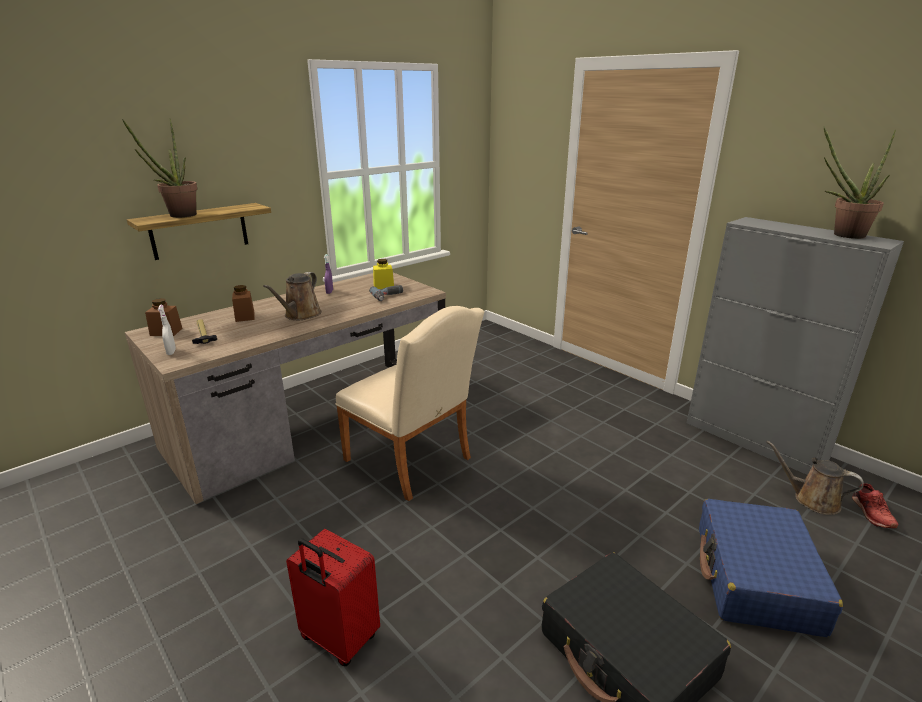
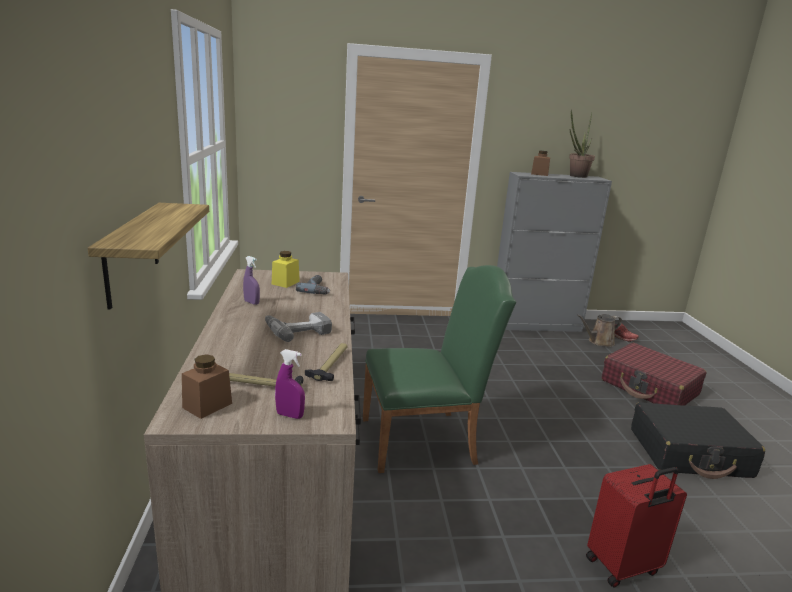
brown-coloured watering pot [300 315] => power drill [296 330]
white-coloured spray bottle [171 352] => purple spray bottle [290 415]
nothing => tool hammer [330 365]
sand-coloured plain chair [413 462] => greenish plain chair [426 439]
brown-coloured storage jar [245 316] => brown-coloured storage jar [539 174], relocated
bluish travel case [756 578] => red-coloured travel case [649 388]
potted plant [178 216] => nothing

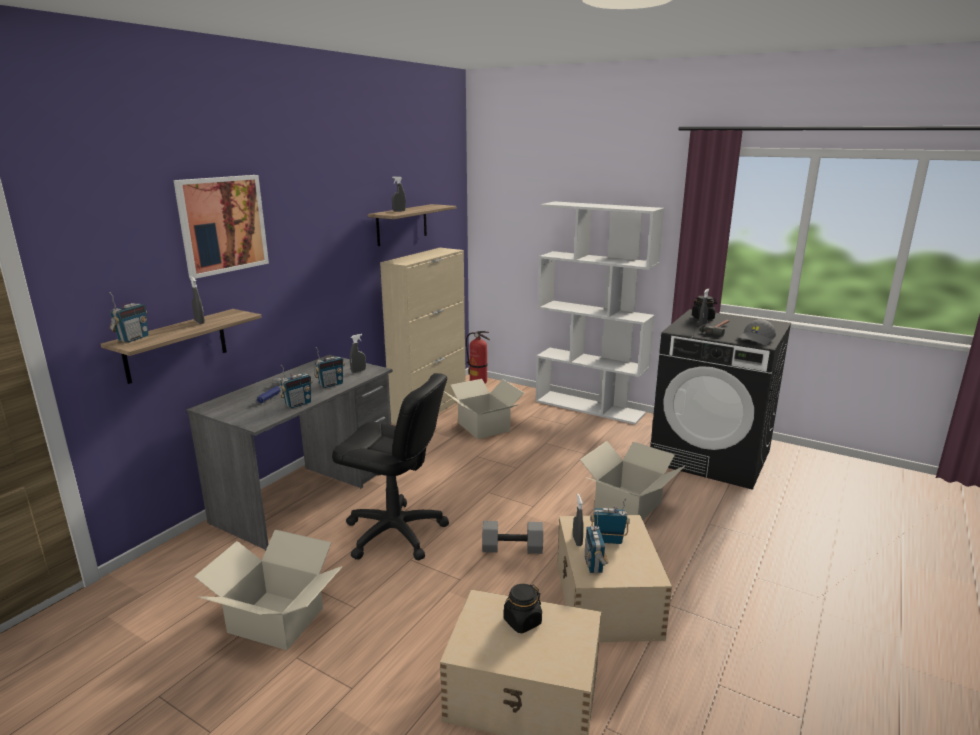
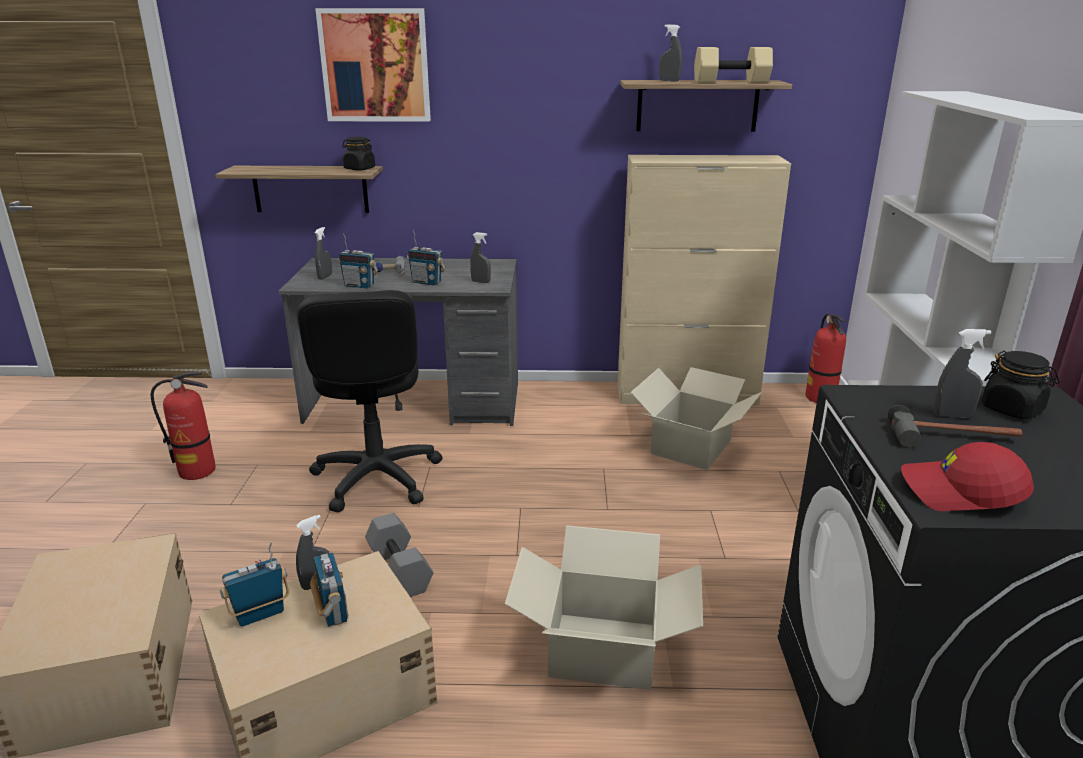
cardboard box [276 619] => fire extinguisher [197 471]
grey spray bottle [199 322] => grey spray bottle [325 277], relocated
blackish storage jar [522 622] => blackish storage jar [359 169], relocated
nothing => sand-coloured dumbbell [730 82]
grey baseball cap [756 339] => red-coloured baseball cap [961 493]
radio set [133 339] => nothing

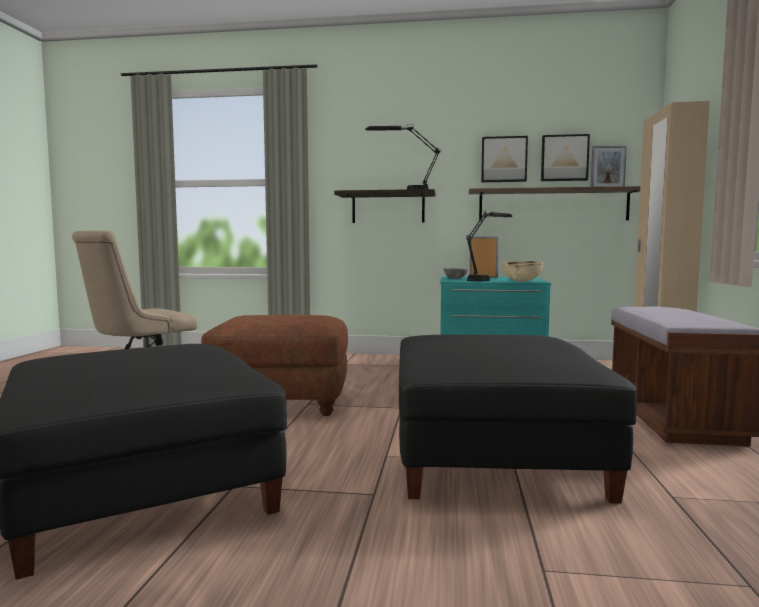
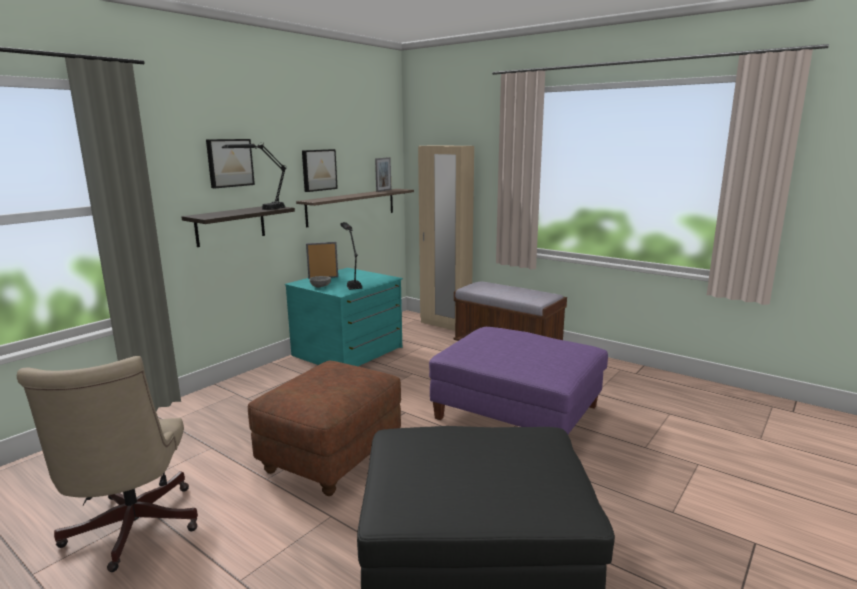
picture [564 158] => picture [229 163], relocated
blackish pouffe [494 455] => purple pouffe [518 412]
sand-coloured serving bowl [522 281] => nothing

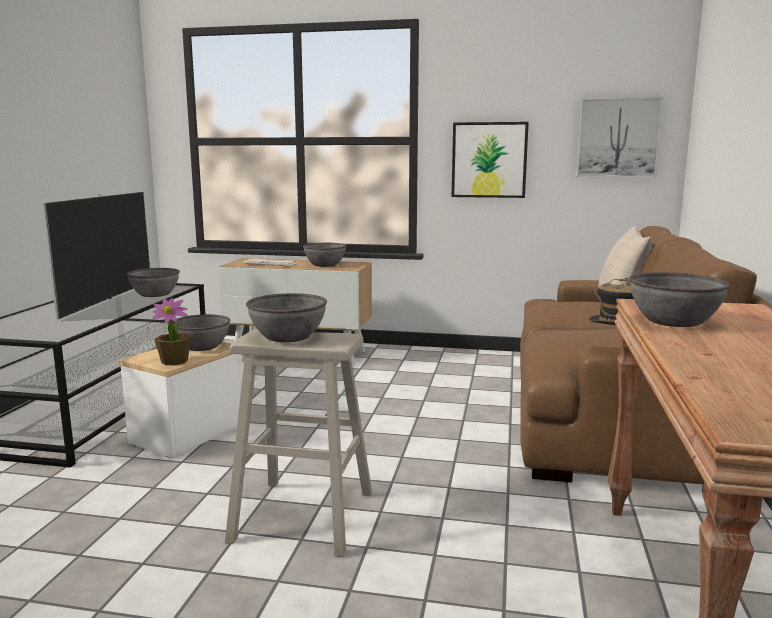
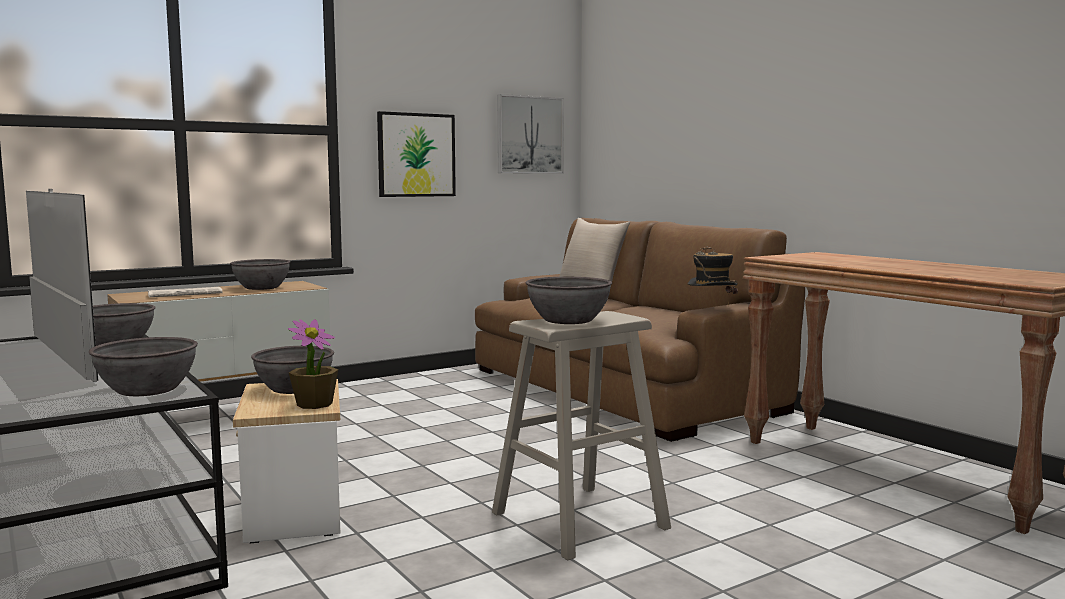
grey serving bowl [673 321] => grey serving bowl [147 390], relocated

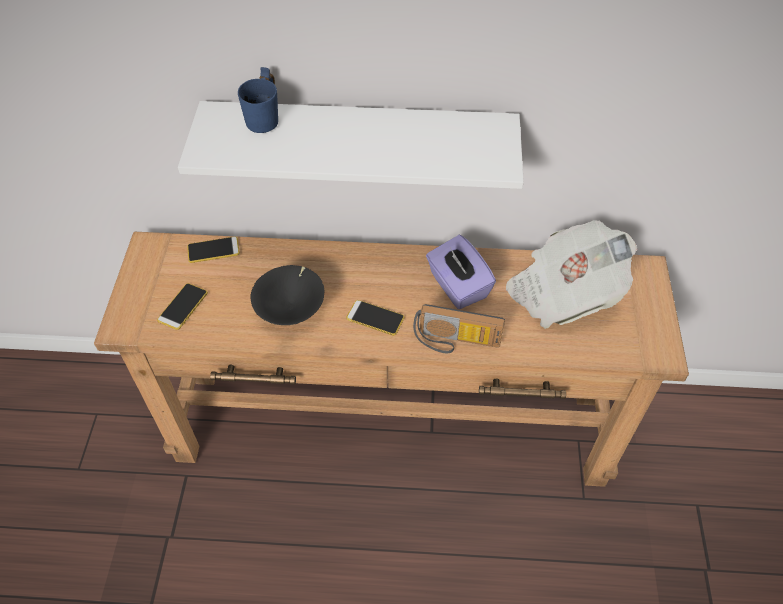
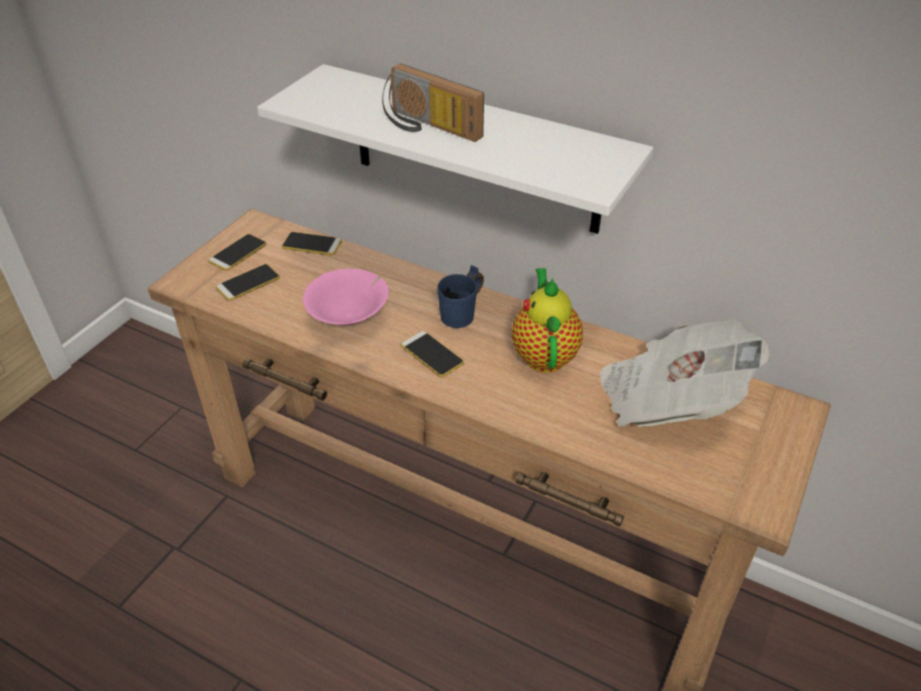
nothing => handset [238 253]
blackish serving bowl [291 309] => pinkish serving bowl [350 318]
radio set [455 342] => radio set [427 127], relocated
bluish tea mug [268 120] => bluish tea mug [465 316], relocated
purple box of tissues [457 286] => tea pot [544 354]

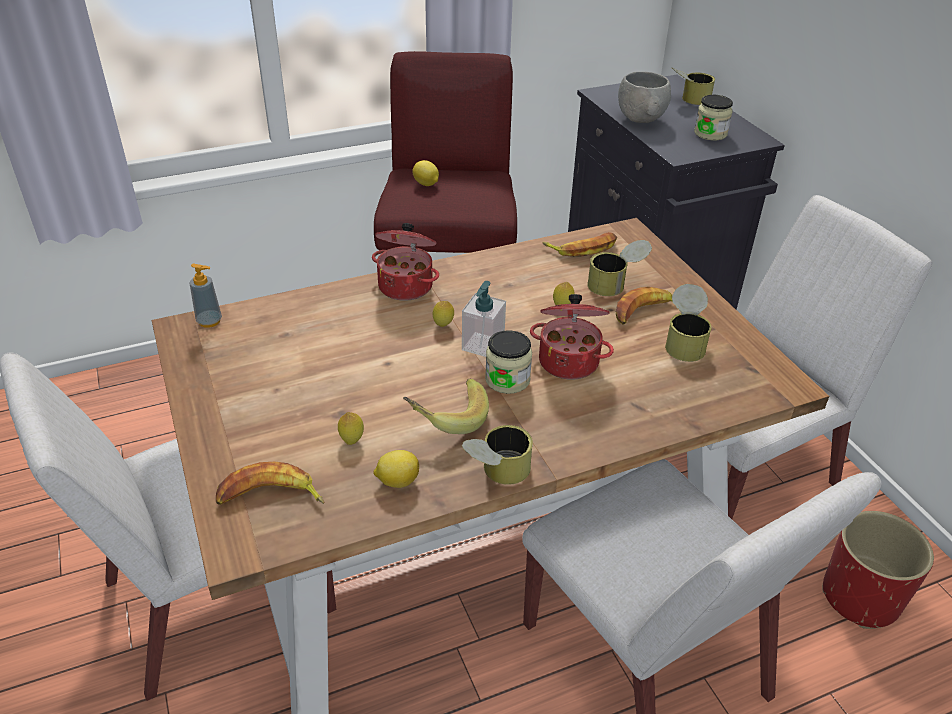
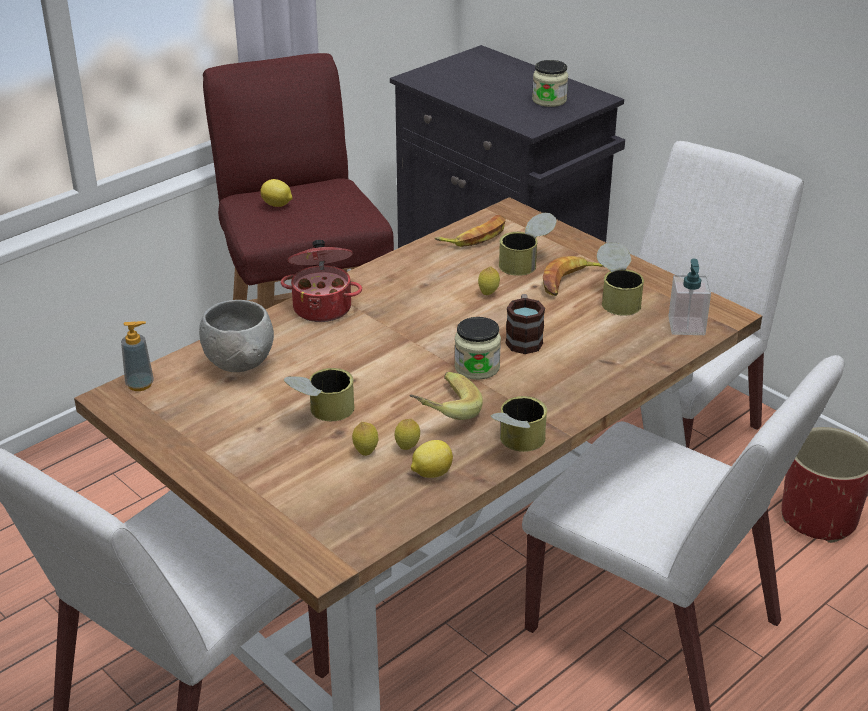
grey serving bowl [641 121] => grey serving bowl [240 366], relocated
sealed can [688 100] => sealed can [320 413], relocated
lemon [443 326] => lemon [407 448], relocated
cooking pot [569 361] => tea mug [523 338]
soap dispenser [483 345] => soap dispenser [686 326], relocated
whole banana [270 496] => nothing

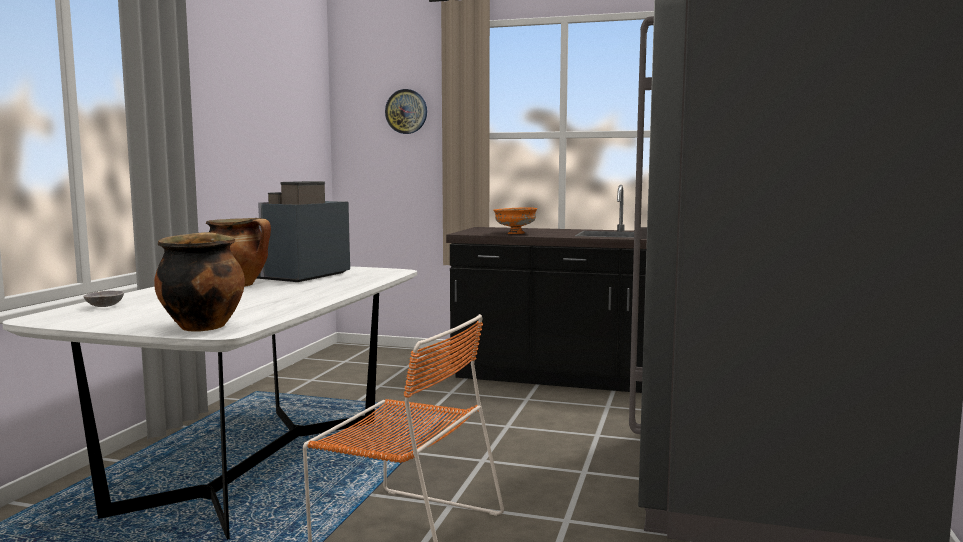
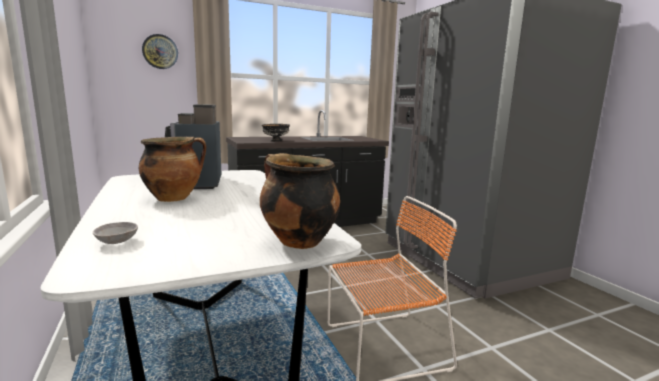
orange serving bowl [515 233] => blackish serving bowl [276 140]

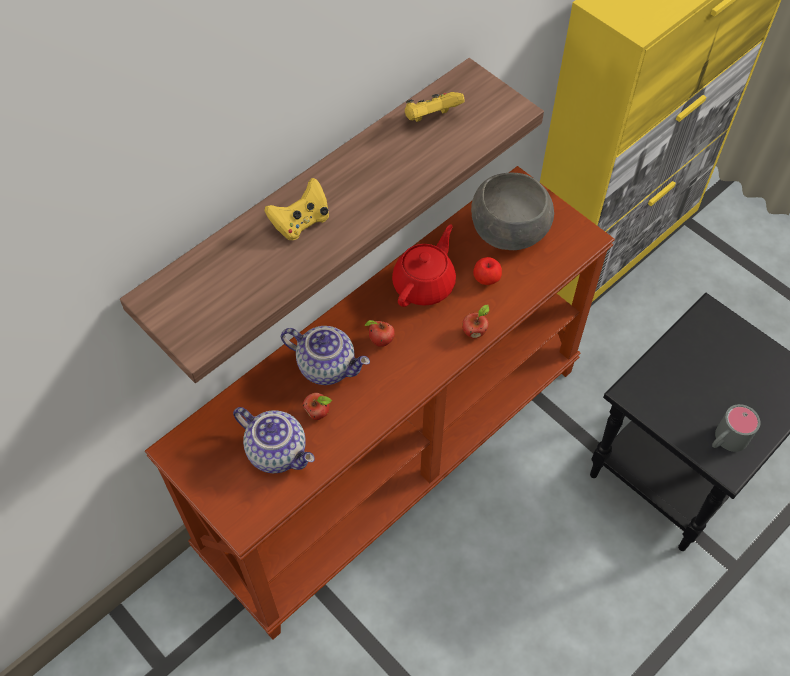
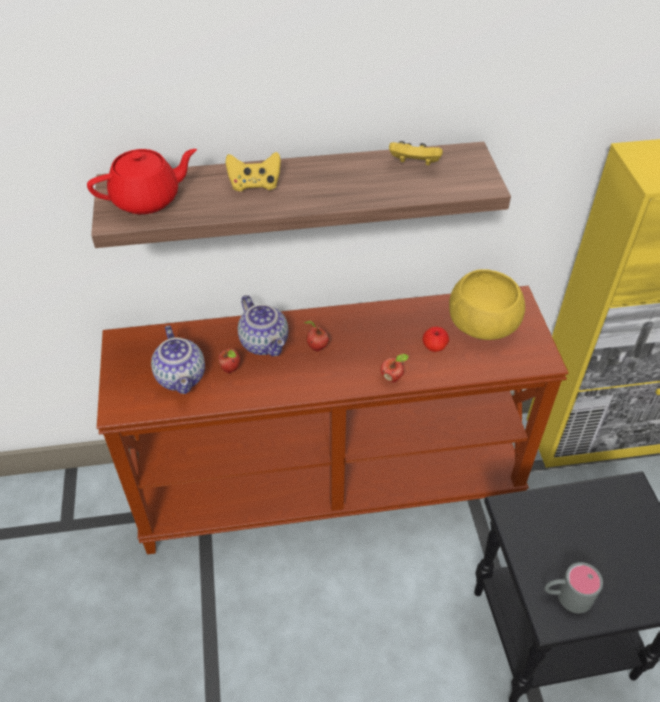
red-coloured tea pot [424 284] => red-coloured tea pot [147 199], relocated
grey serving bowl [508 230] => yellow serving bowl [481 324]

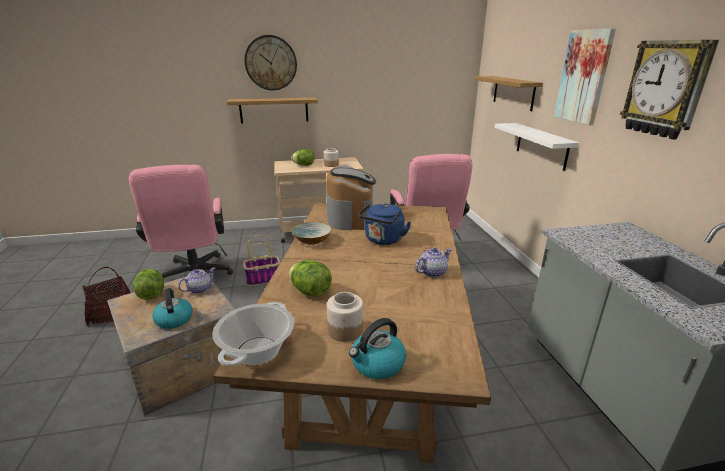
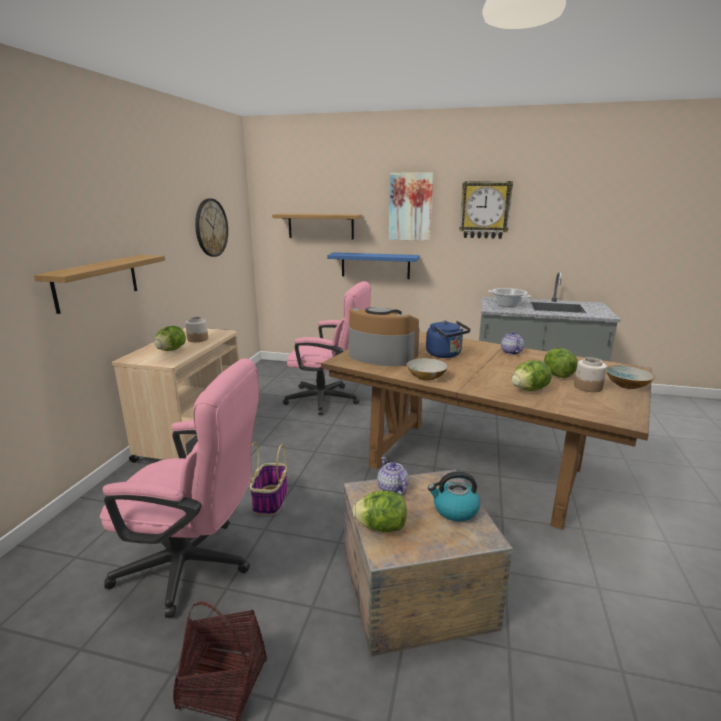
clock on the wall [271 63] => clock on the wall [211 228], relocated
white-coloured shelf [541 145] => bluish shelf [375 265]
cooking pot [258 351] => cooking pot [507 305], relocated
nothing => lettuce [557 375]
tea kettle [377 364] => serving bowl [627 385]

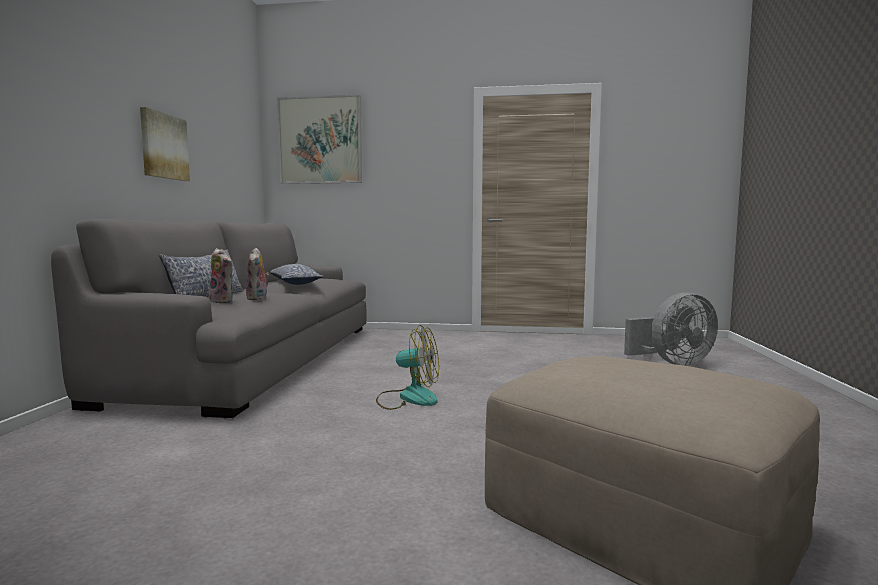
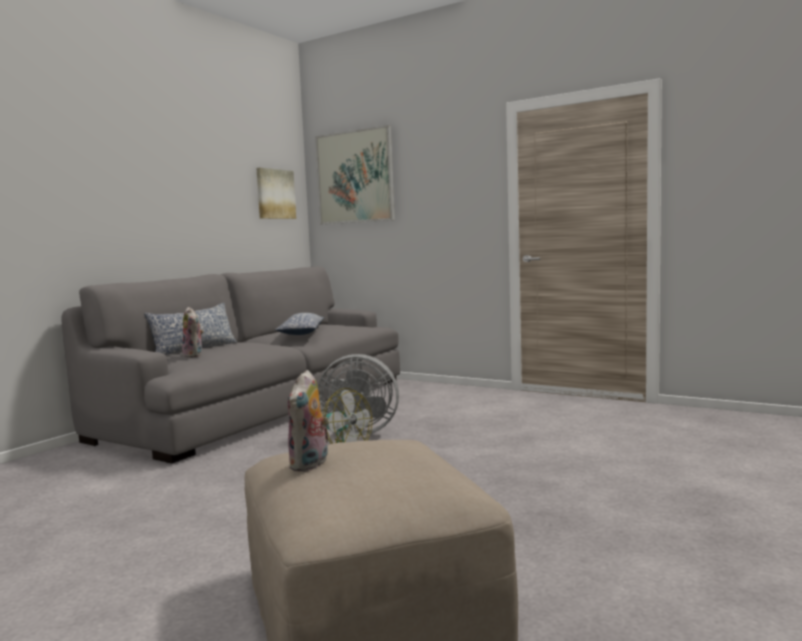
picture [163 146] => picture [275 194], relocated
cuddly toy [258 298] => cuddly toy [310 465], relocated
grey fan [673 363] => grey fan [358 431], relocated

